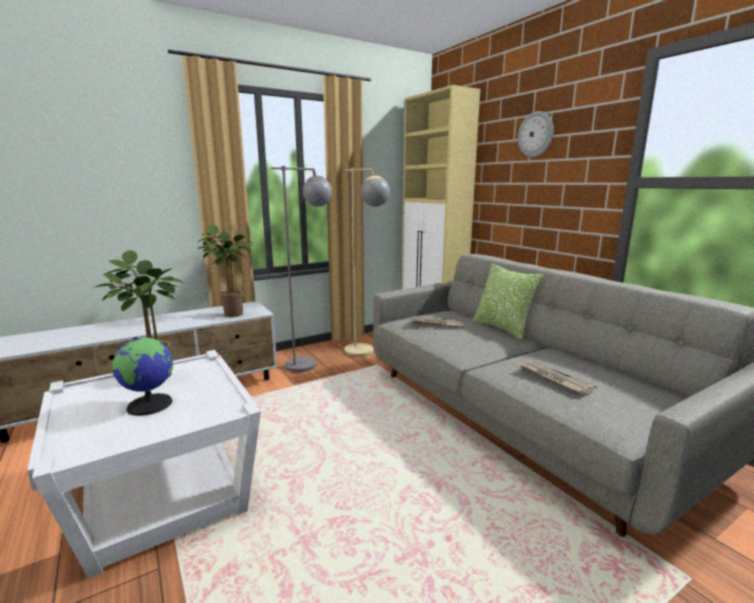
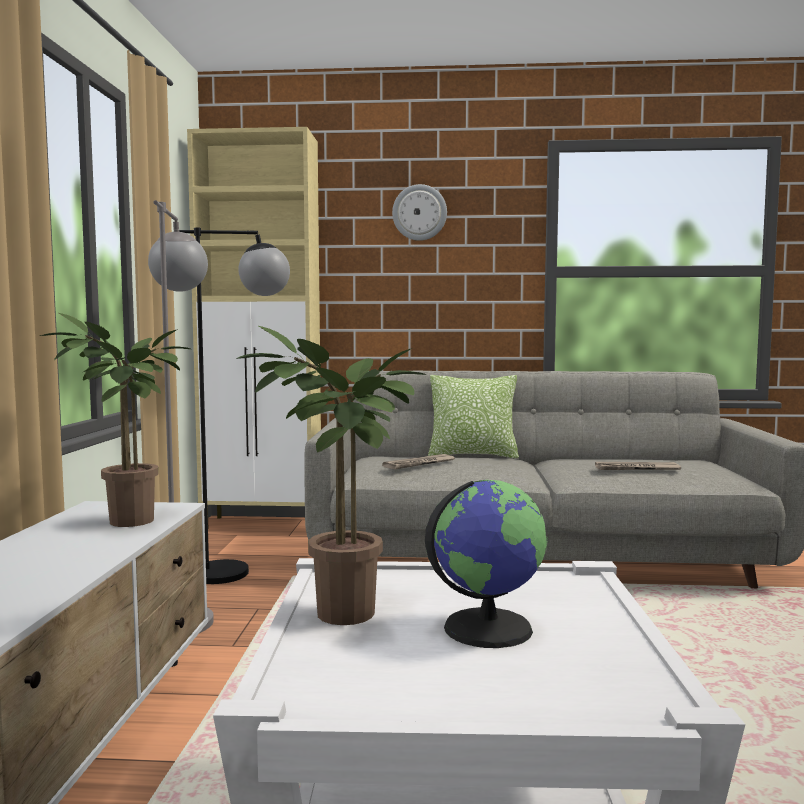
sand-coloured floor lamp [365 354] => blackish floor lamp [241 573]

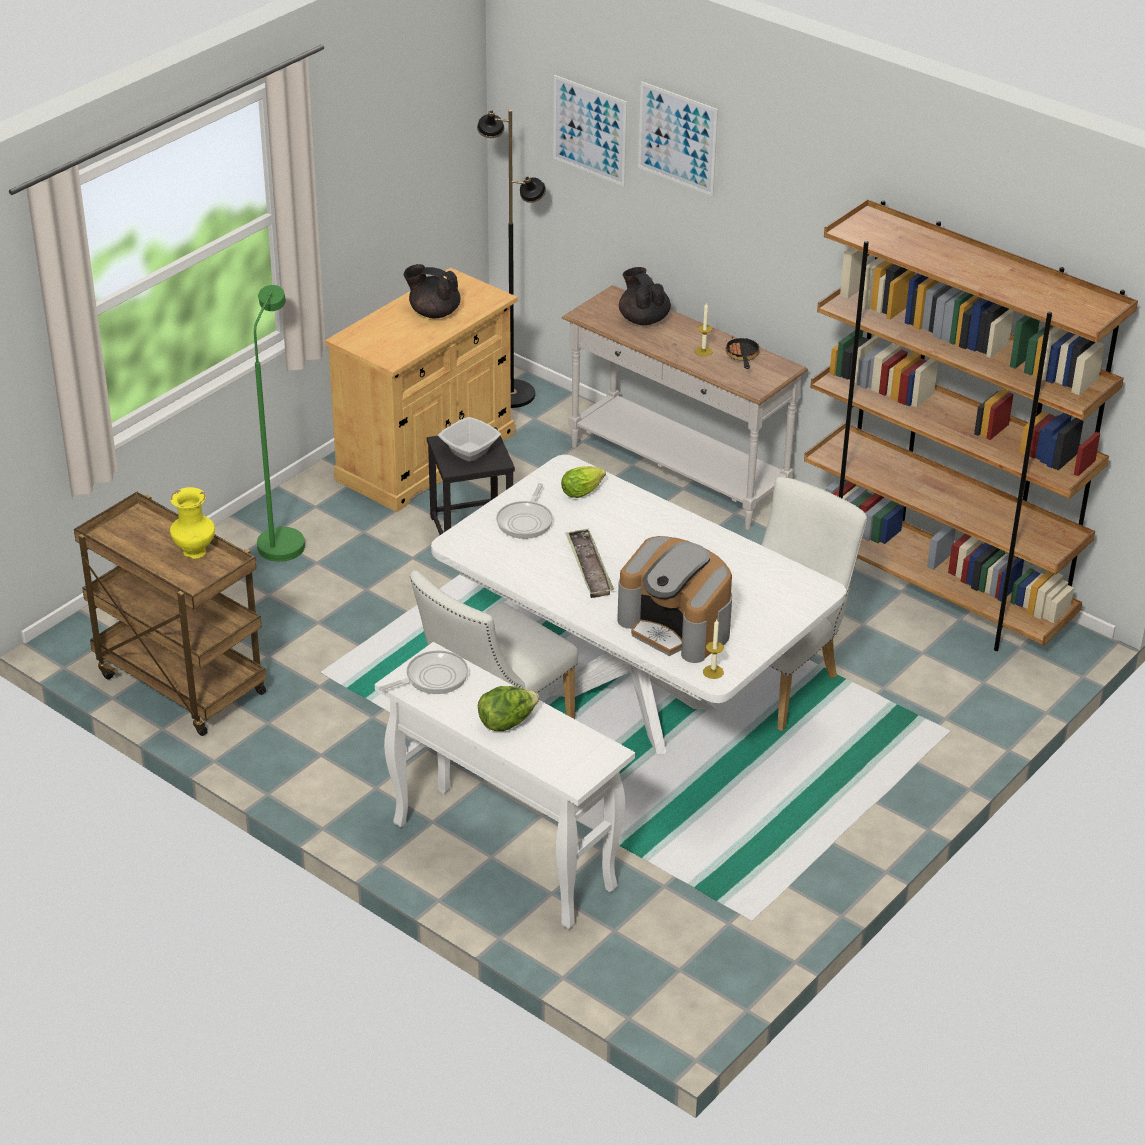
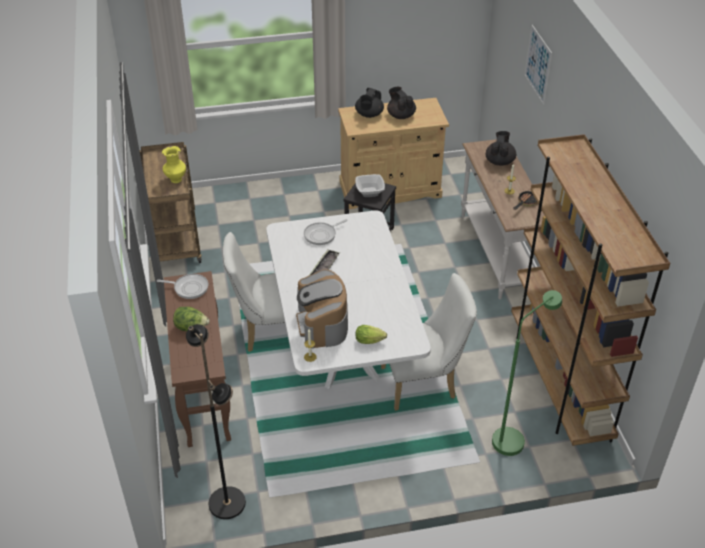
white-coloured console table [501 855] => brown-coloured console table [203 394]
blackish floor lamp [511 394] => blackish floor lamp [227 502], relocated
nothing => blackish tea pot [369 115]
lettuce [584 491] => lettuce [371 341], relocated
greenish floor lamp [282 538] => greenish floor lamp [513 437], relocated
picture [589 130] => nothing

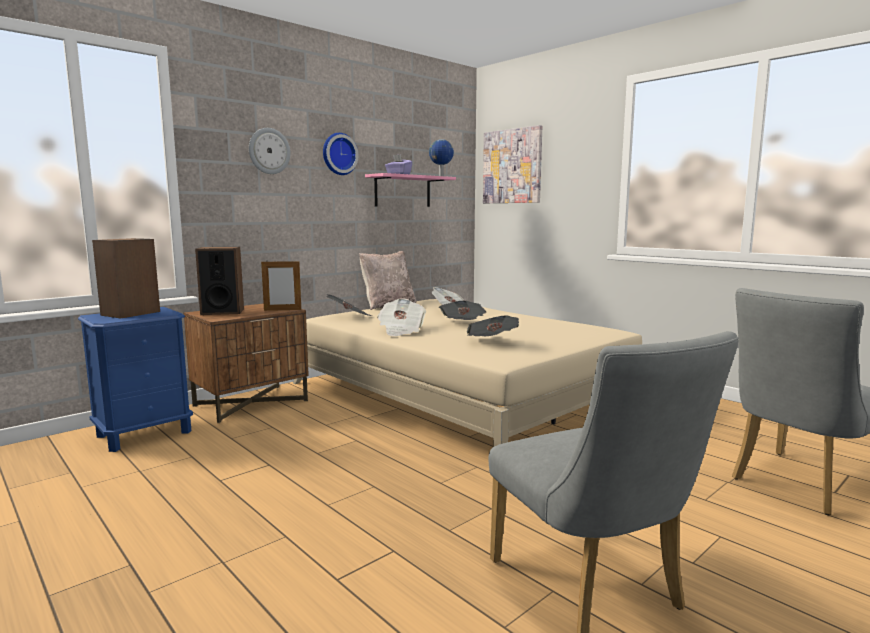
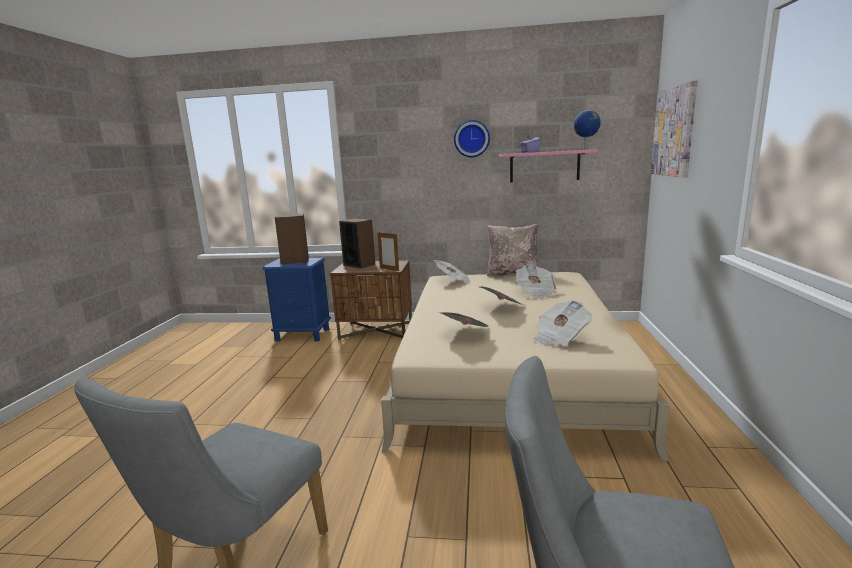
daily paper [401 331] => daily paper [559 338], relocated
clock on the wall [269 151] => nothing

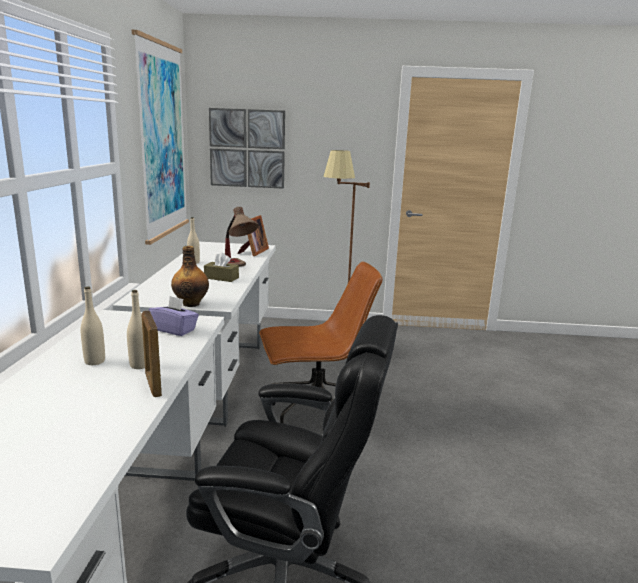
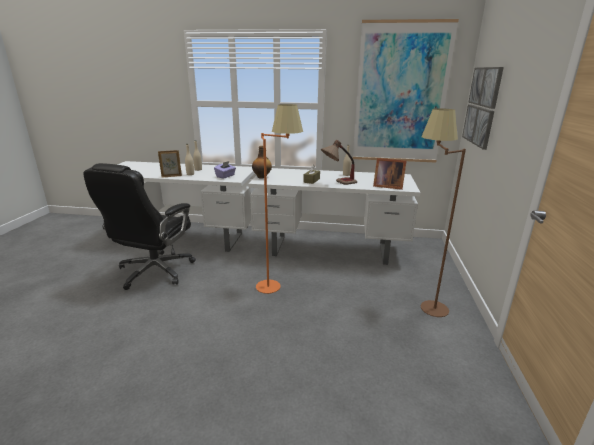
brown-coloured office chair [314 417] => orange floor lamp [278 283]

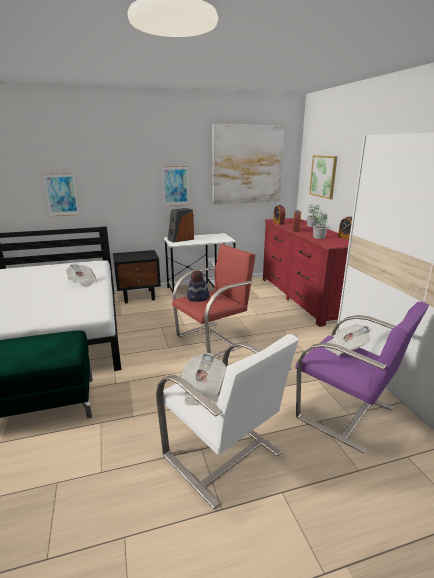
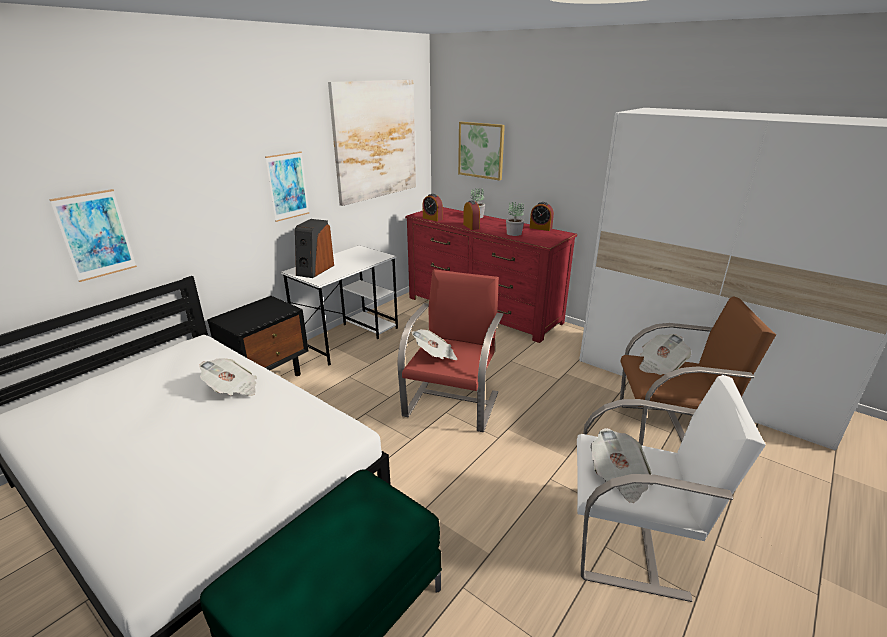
clothing hat [198 298] => daily paper [435 355]
purple armchair [346 413] => brown-coloured armchair [668 432]

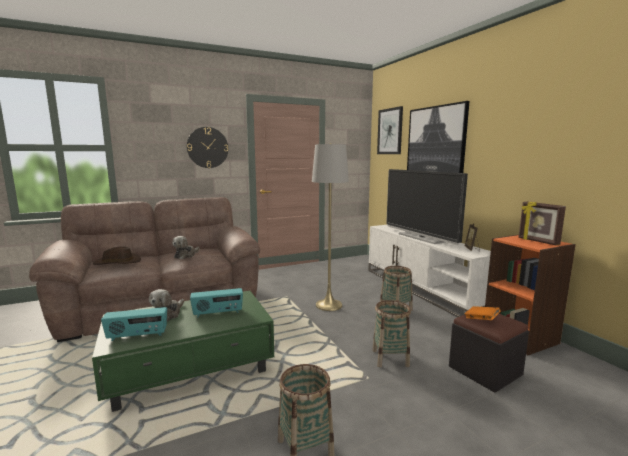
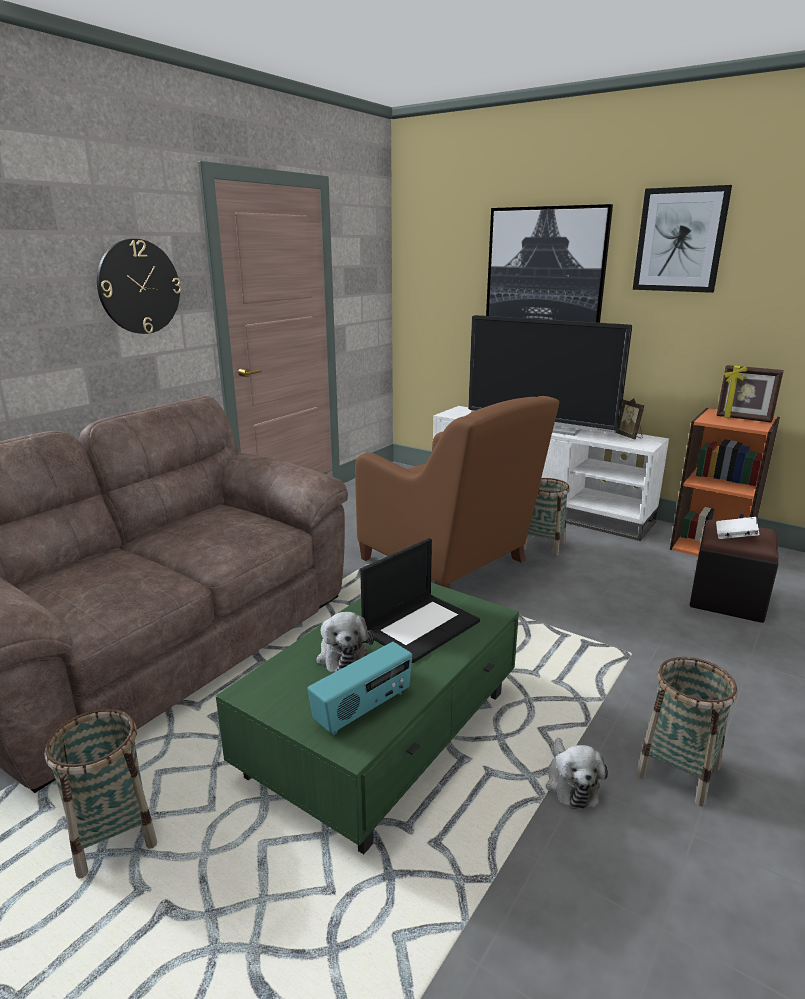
basket [390 358] => basket [113 836], relocated
grey floor lamp [329 305] => brown-coloured armchair [449 562]
radio set [218 313] => portable computer [421 626]
cuddly toy [186 255] => cuddly toy [571 783], relocated
picture [390 131] => picture [680 240], relocated
orange bound book [481 320] => white-coloured bound book [735 537]
brown-coloured clothing hat [117 262] => nothing

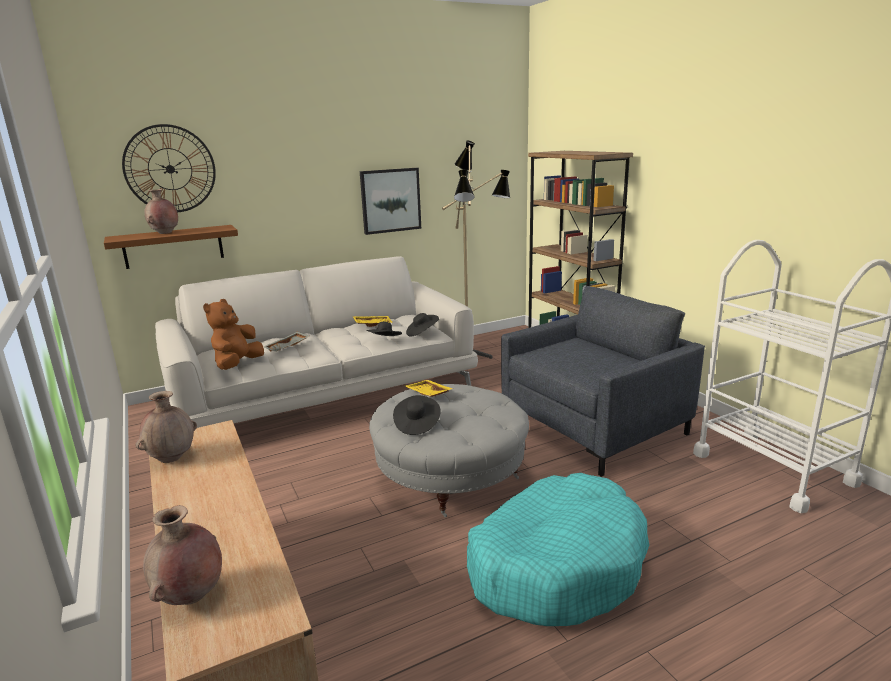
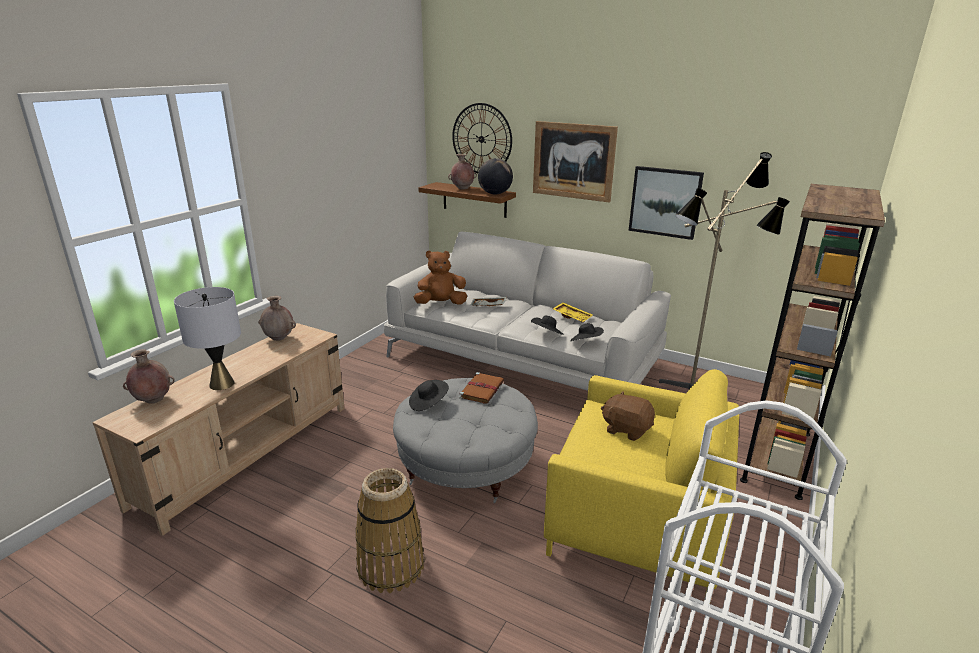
nothing => grey tabletop lamp [221 384]
turquoise dog cushion [556 564] => basket [390 566]
yellow tray [427 394] => brown-coloured bound book [482 389]
nothing => globe [495 194]
nothing => picture [573 161]
grey armchair [594 428] => yellow armchair [637 523]
nothing => brown-coloured cuddly toy [626 429]

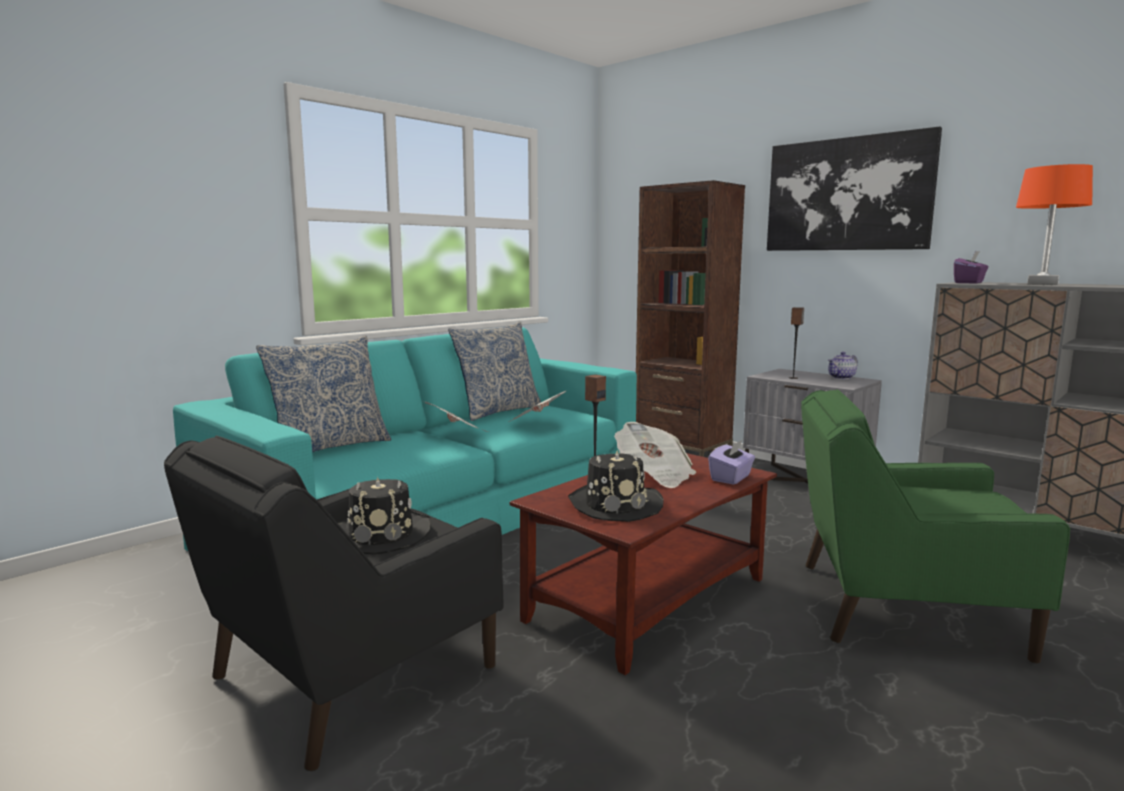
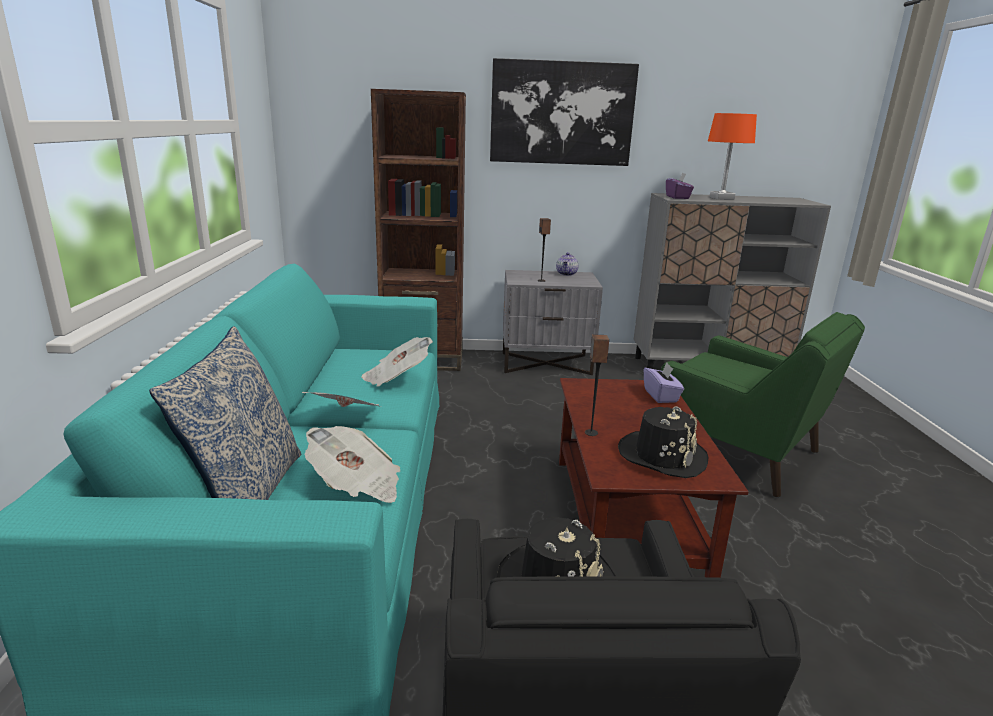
daily paper [654 475] => daily paper [357 485], relocated
greenish armchair [901 608] => greenish armchair [739 453], 105 degrees counterclockwise
pillow [497 411] => nothing

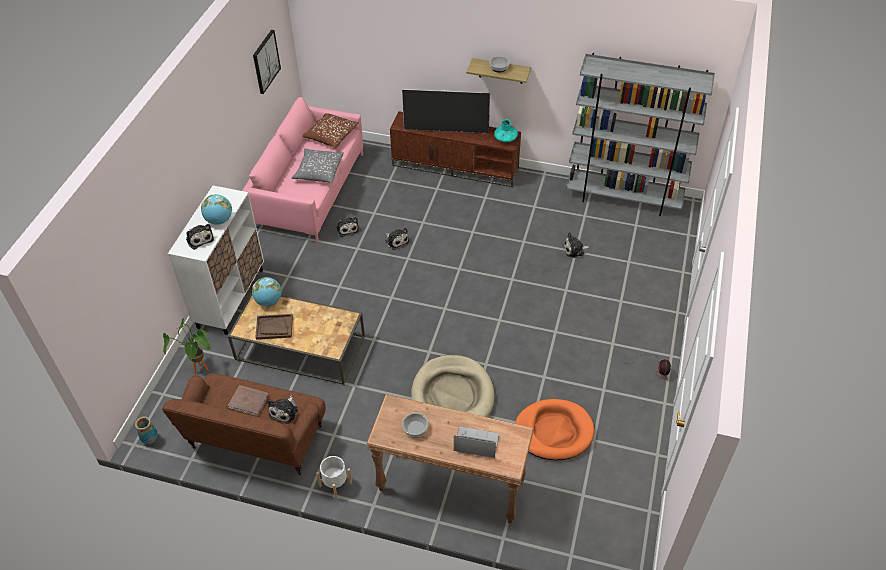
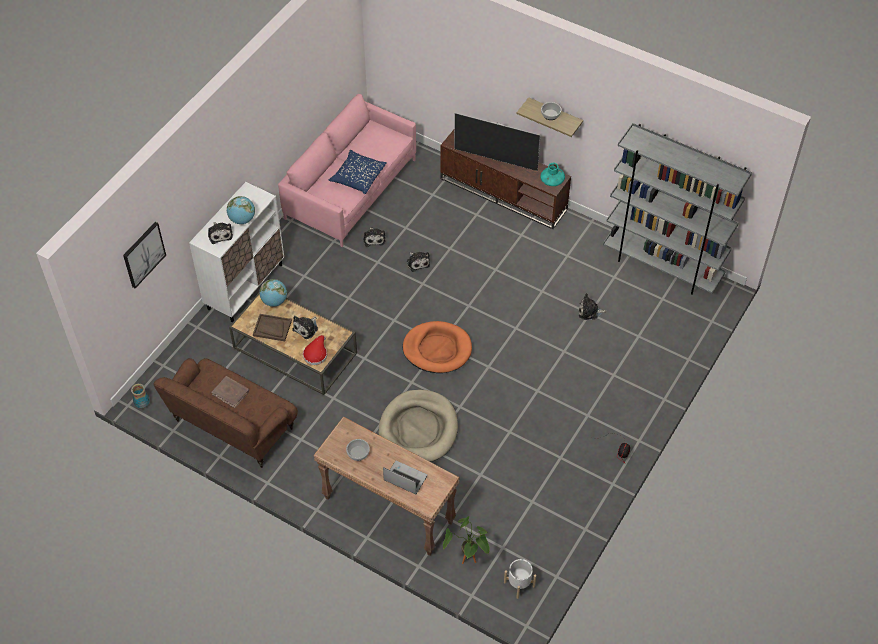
picture [265 61] => picture [143 254], relocated
cuddly toy [285 411] => cuddly toy [306 328], relocated
nothing => red-coloured clothing hat [316 353]
grey pillow [319 171] => bluish pillow [358 176]
orange dog cushion [553 431] => orange dog cushion [437 349], relocated
potted plant [200 372] => potted plant [468 563], relocated
white-coloured flower pot [335 484] => white-coloured flower pot [519 584], relocated
brown-coloured pillow [331 135] => nothing

